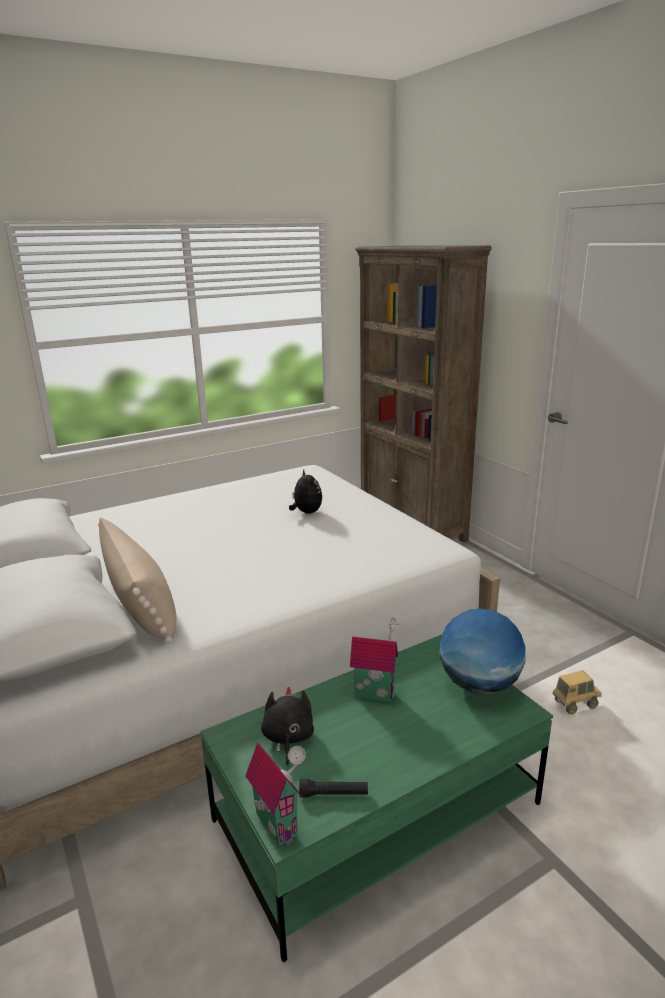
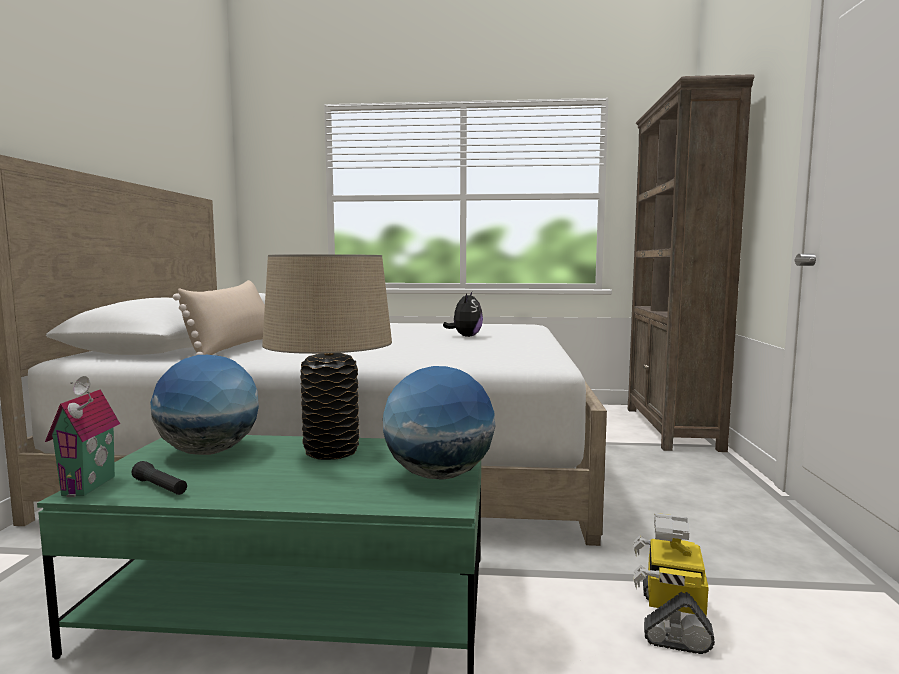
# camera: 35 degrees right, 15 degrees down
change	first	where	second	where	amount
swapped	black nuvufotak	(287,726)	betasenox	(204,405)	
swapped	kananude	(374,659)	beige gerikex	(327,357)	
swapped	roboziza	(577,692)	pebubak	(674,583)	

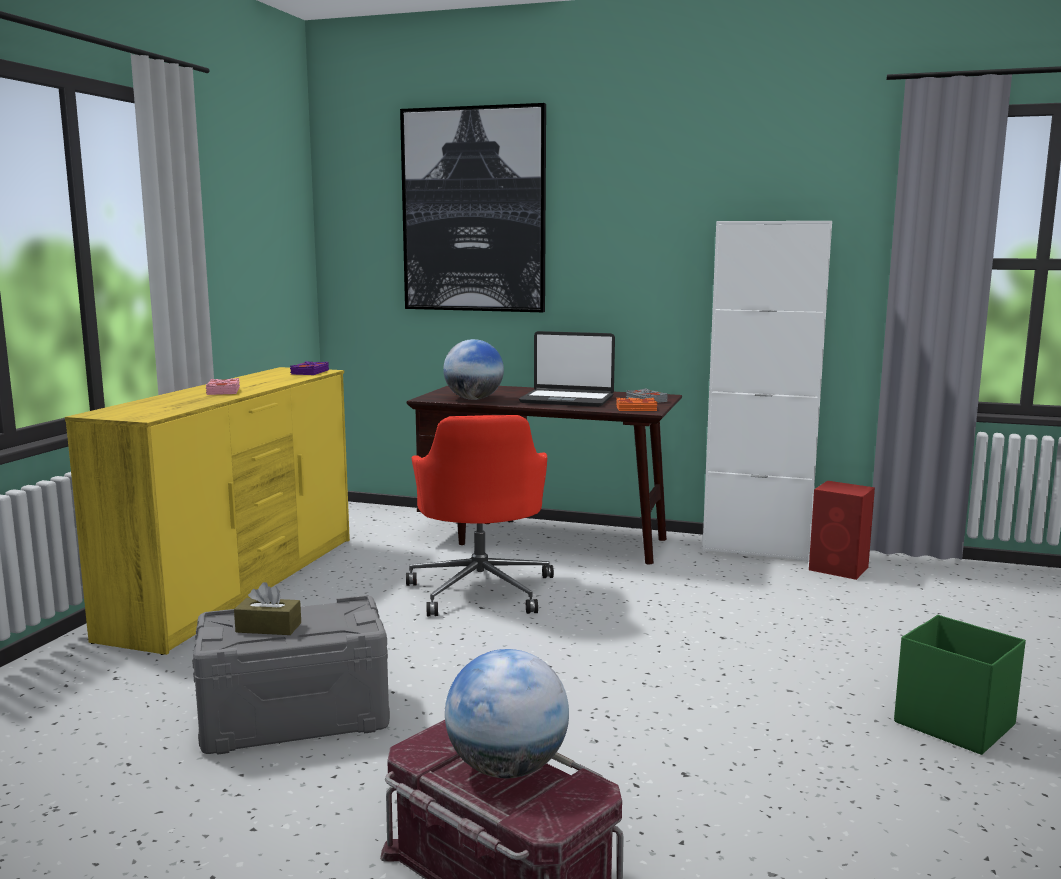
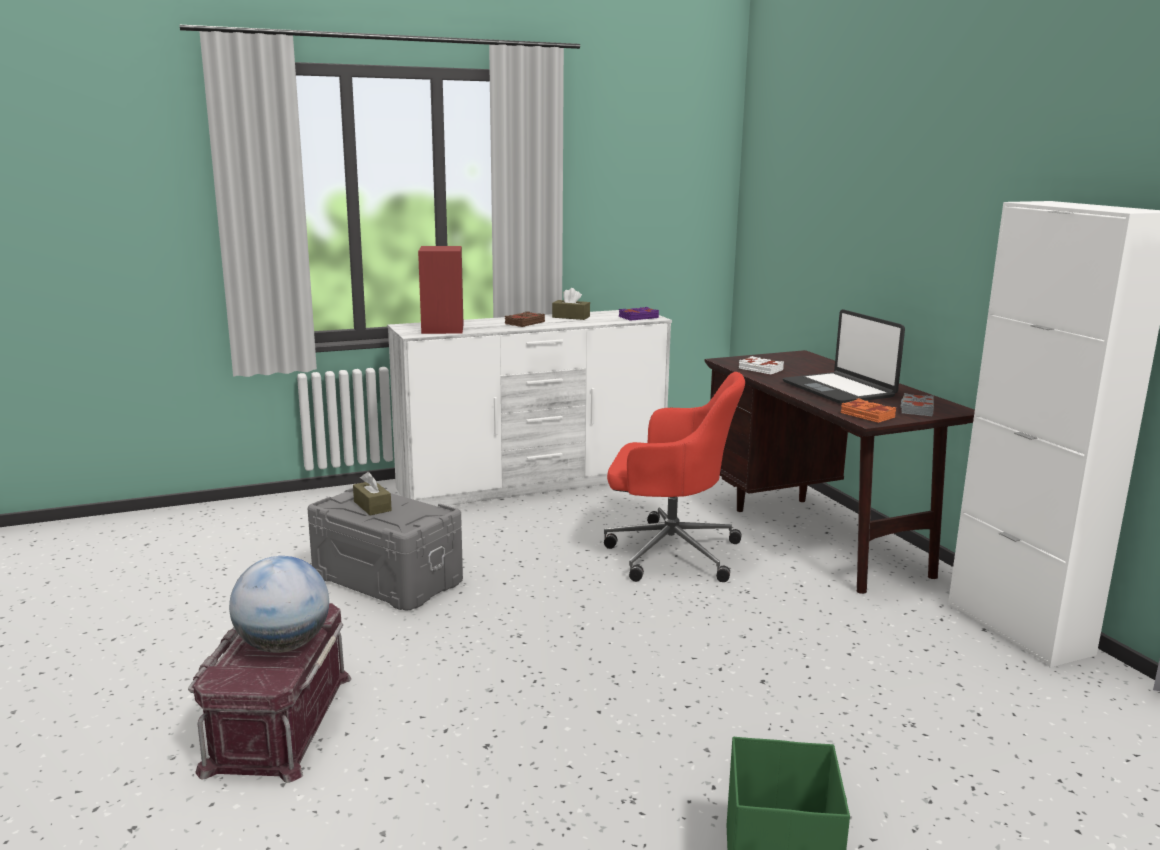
# camera: 50 degrees right, 5 degrees up
change	first	where	second	where	amount
gone	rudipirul	(473,207)			
new			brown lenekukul	(571,304)	
shifted	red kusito	(842,530)		(441,290)	
swapped	betasenox	(473,369)	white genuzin	(761,365)	
repainted	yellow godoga	(207,511)	white godoga	(529,408)	
repainted	pink genuzin	(223,386)	brown genuzin	(525,319)	
rotated	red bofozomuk	(480,515)		(674,477)	120 degrees counterclockwise

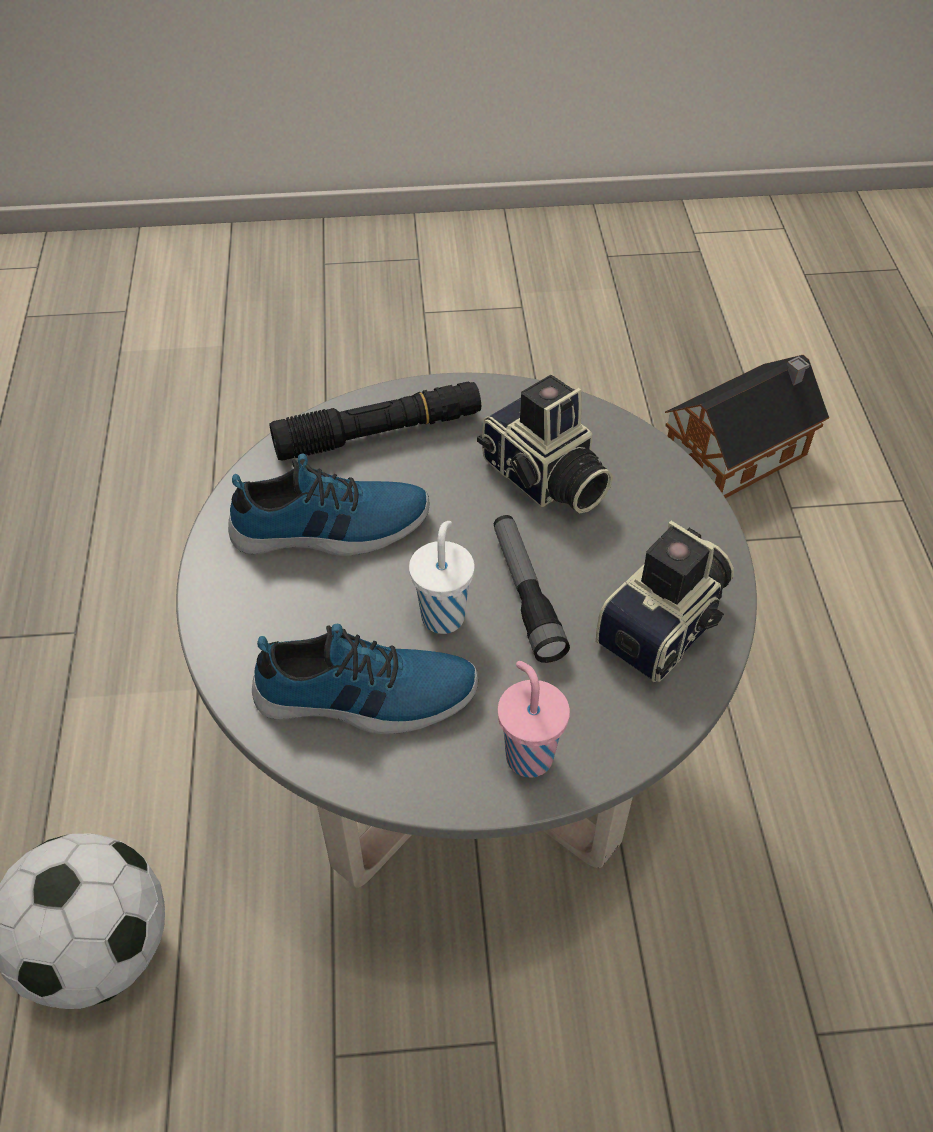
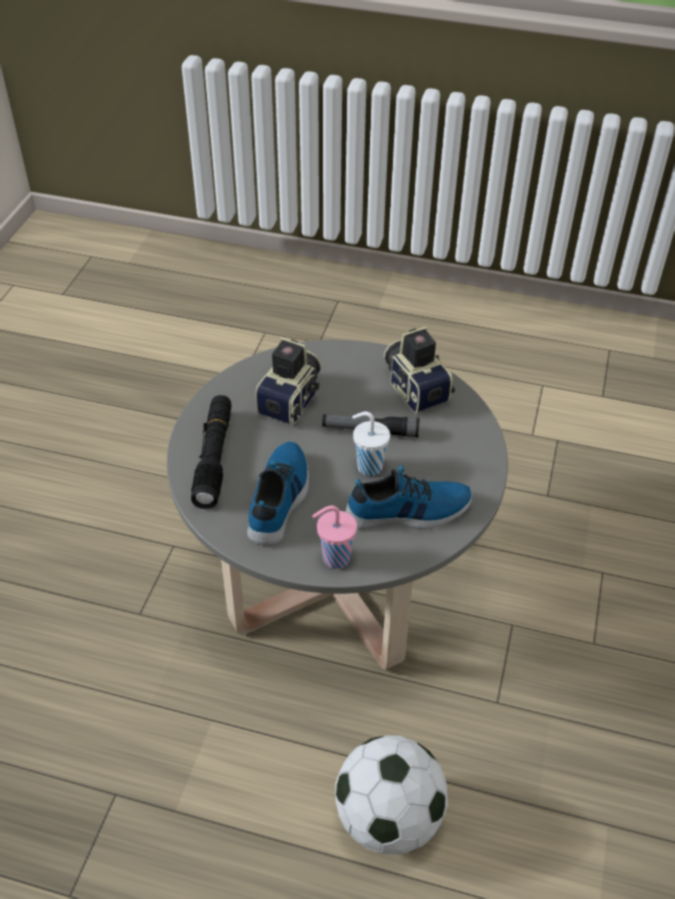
# camera: 70 degrees left, 5 degrees down
change	first	where	second	where	amount
gone	kananude	(747,426)			
shifted	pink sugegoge	(534,719)		(334,537)	
rotated	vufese	(365,679)		(408,497)	60 degrees clockwise
rotated	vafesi	(545,444)		(288,381)	45 degrees counterclockwise

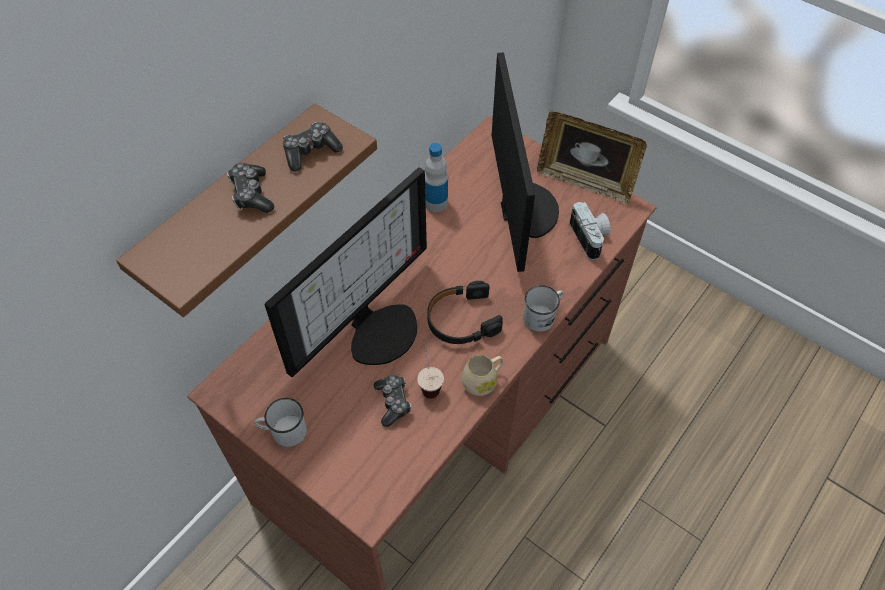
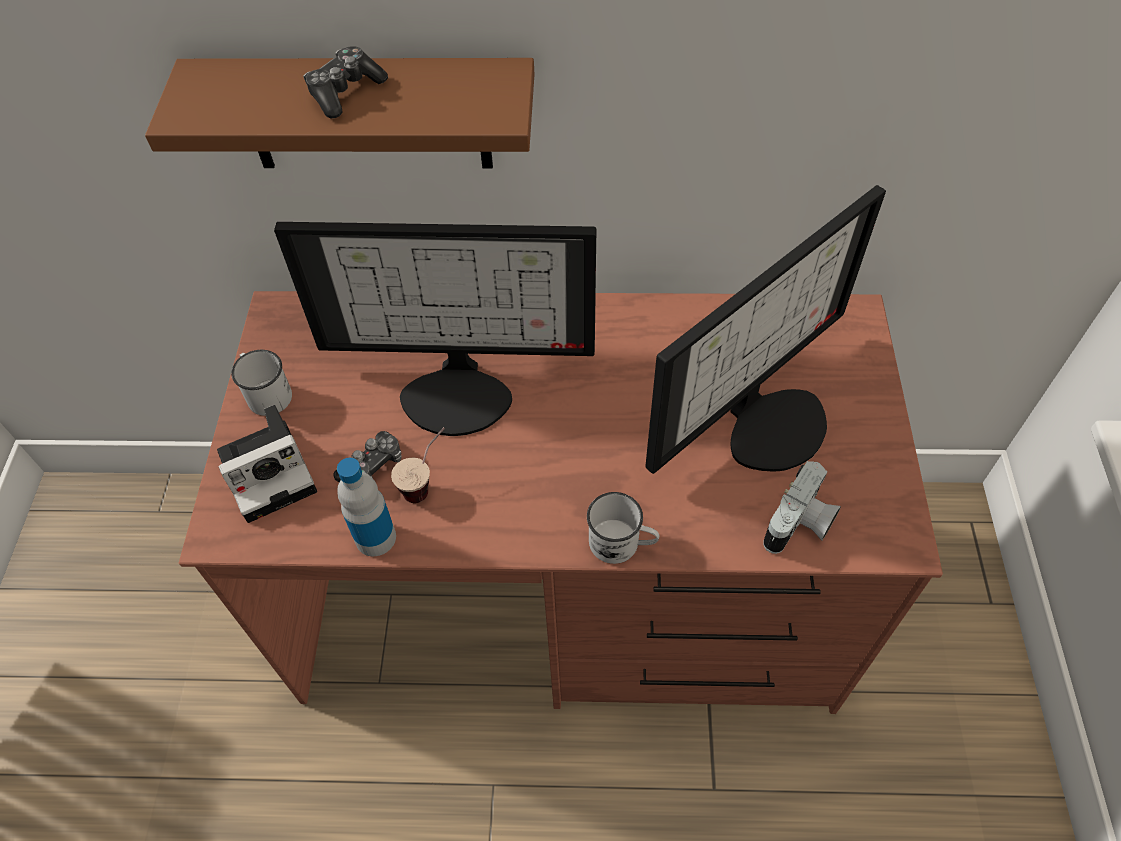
# camera: 55 degrees right, 0 degrees up
change	first	where	second	where	amount
gone	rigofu	(313,147)			
gone	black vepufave	(465,312)			
gone	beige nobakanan	(482,375)			
gone	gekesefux	(592,158)			
new			vafesi	(267,464)	
shifted	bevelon	(436,177)		(366,507)	

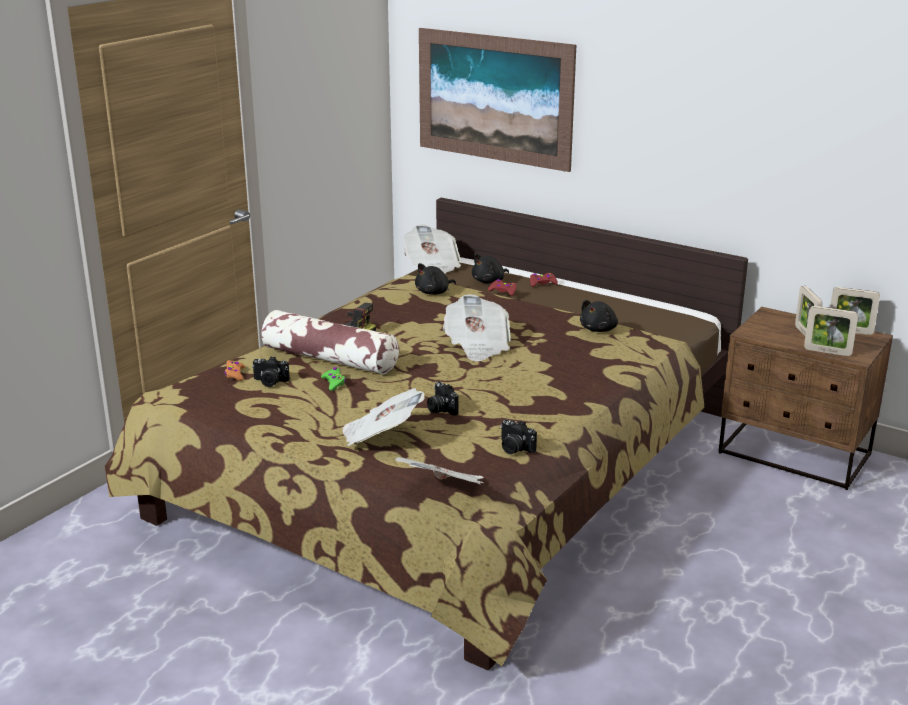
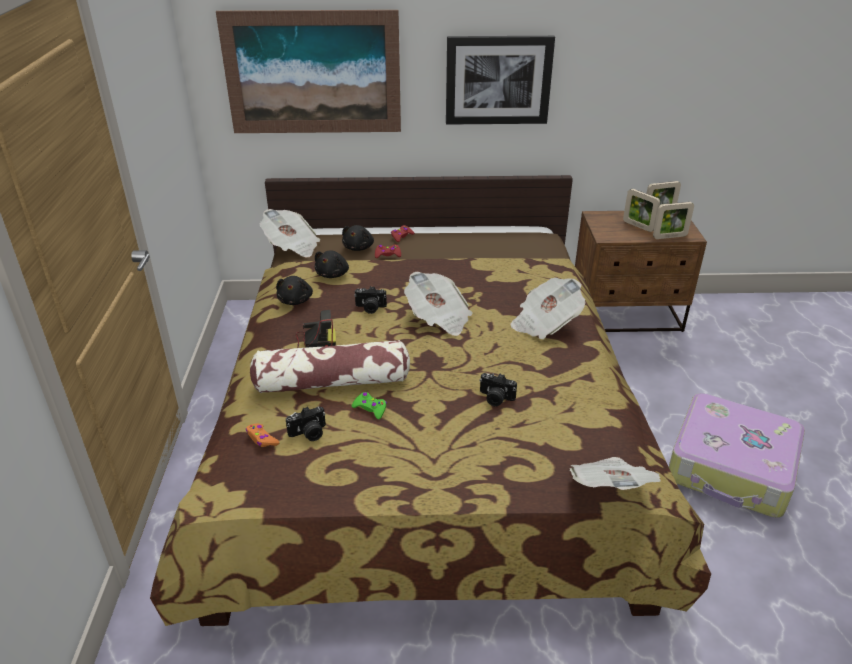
# camera: 35 degrees left, 10 degrees up
change	first	where	second	where	amount
new			rudipirul	(500,80)	
new			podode	(737,455)	
shifted	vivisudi	(383,417)		(547,308)	
shifted	vafesi	(518,436)		(370,300)	
shifted	black nuvufotak	(599,316)		(294,290)	

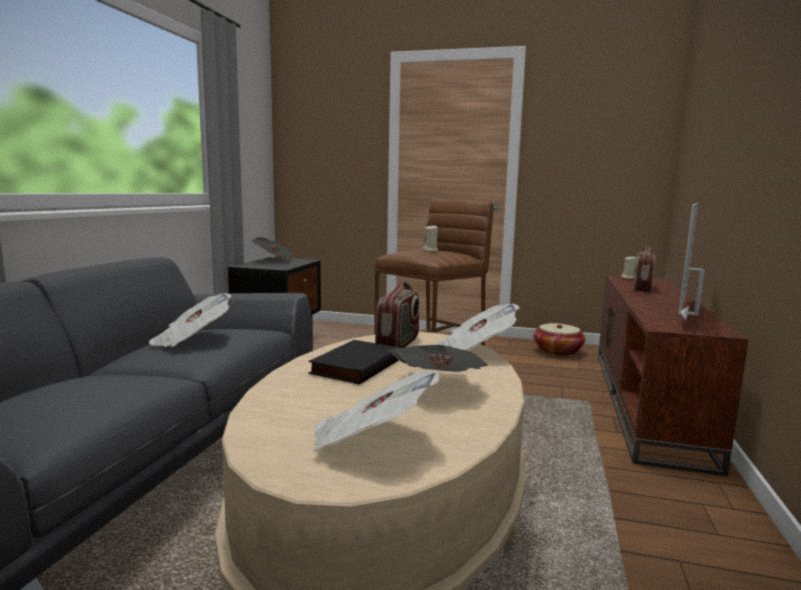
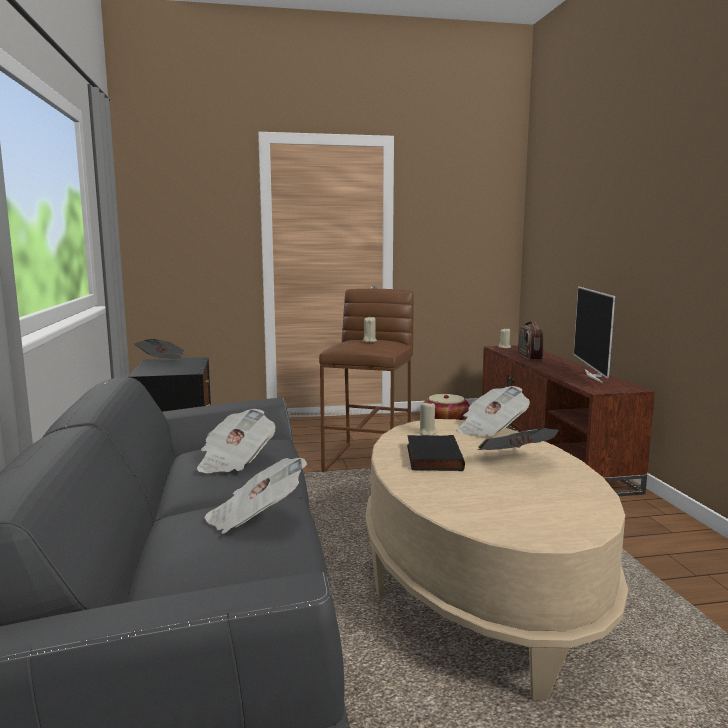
# camera: 25 degrees left, 0 degrees up
change	first	where	second	where	amount
shifted	vivisudi	(376,410)		(256,496)	
swapped	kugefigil	(397,315)	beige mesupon	(427,418)	

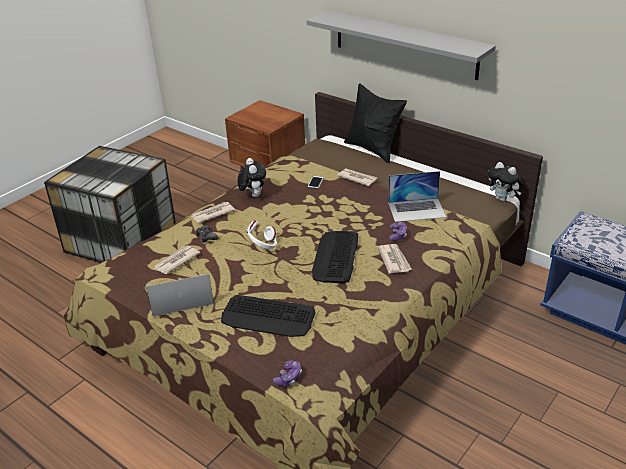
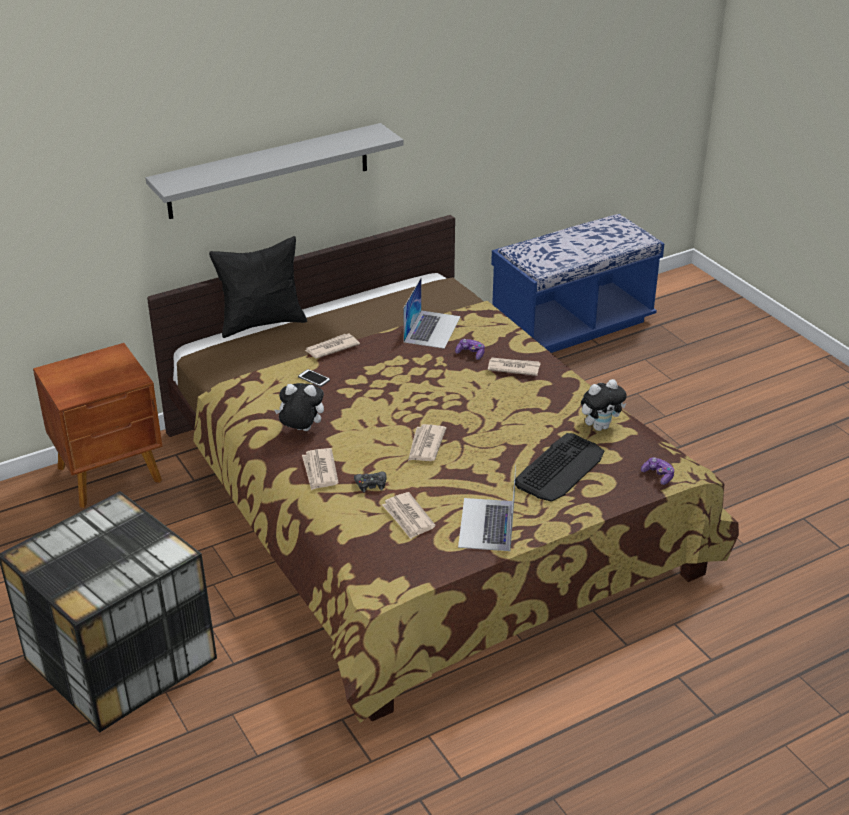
# camera: 70 degrees left, 0 degrees up
change	first	where	second	where	amount
gone	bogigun	(335,257)			
shifted	nuvufotak	(505,182)		(604,405)	
swapped	white vepufave	(261,234)	vivisudi	(427,442)	

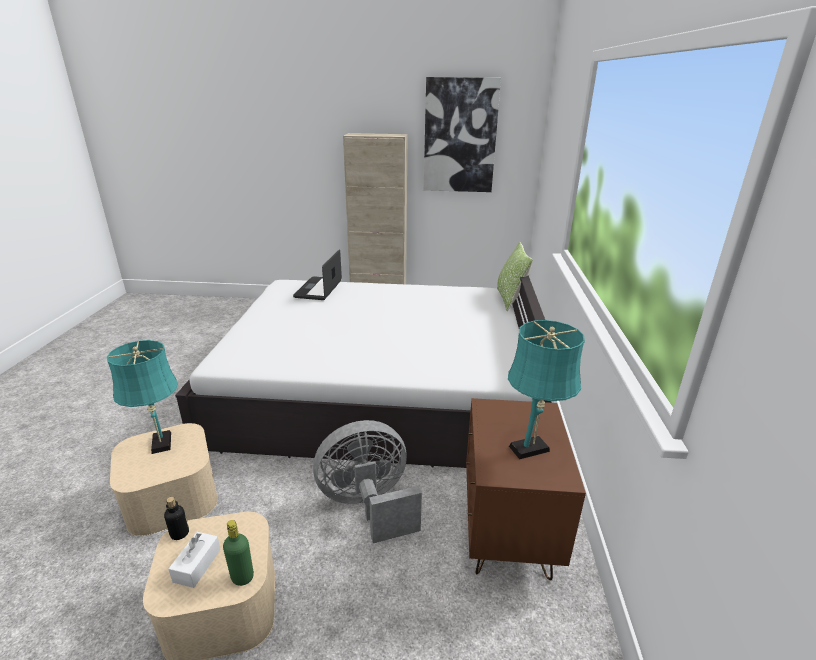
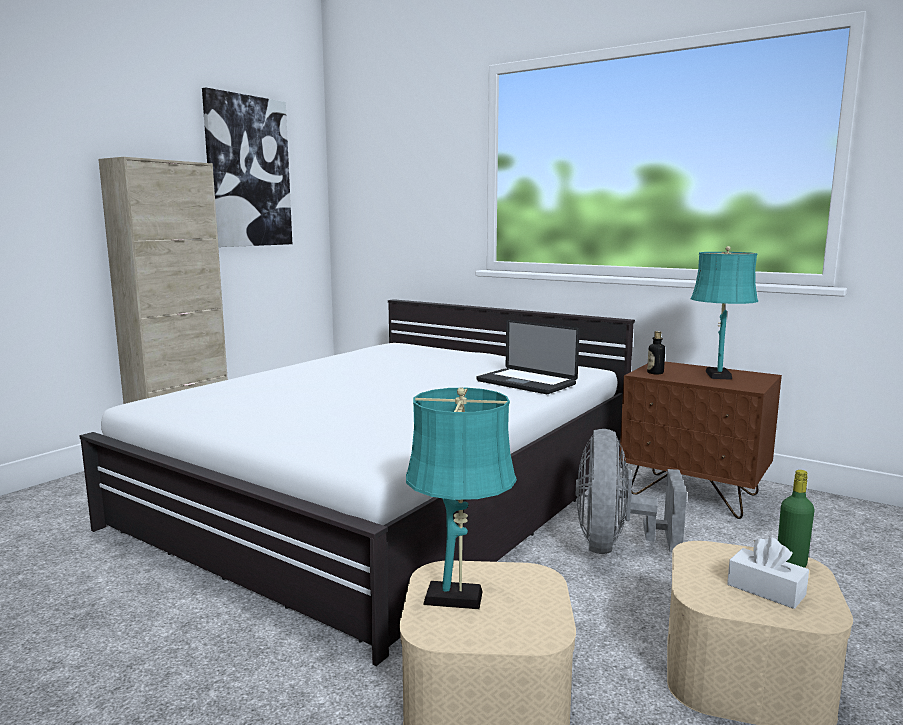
# camera: 60 degrees left, 15 degrees down
change	first	where	second	where	amount
gone	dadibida	(515,276)			
shifted	bevelon	(176,518)		(656,352)	
shifted	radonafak	(317,274)		(528,357)	

